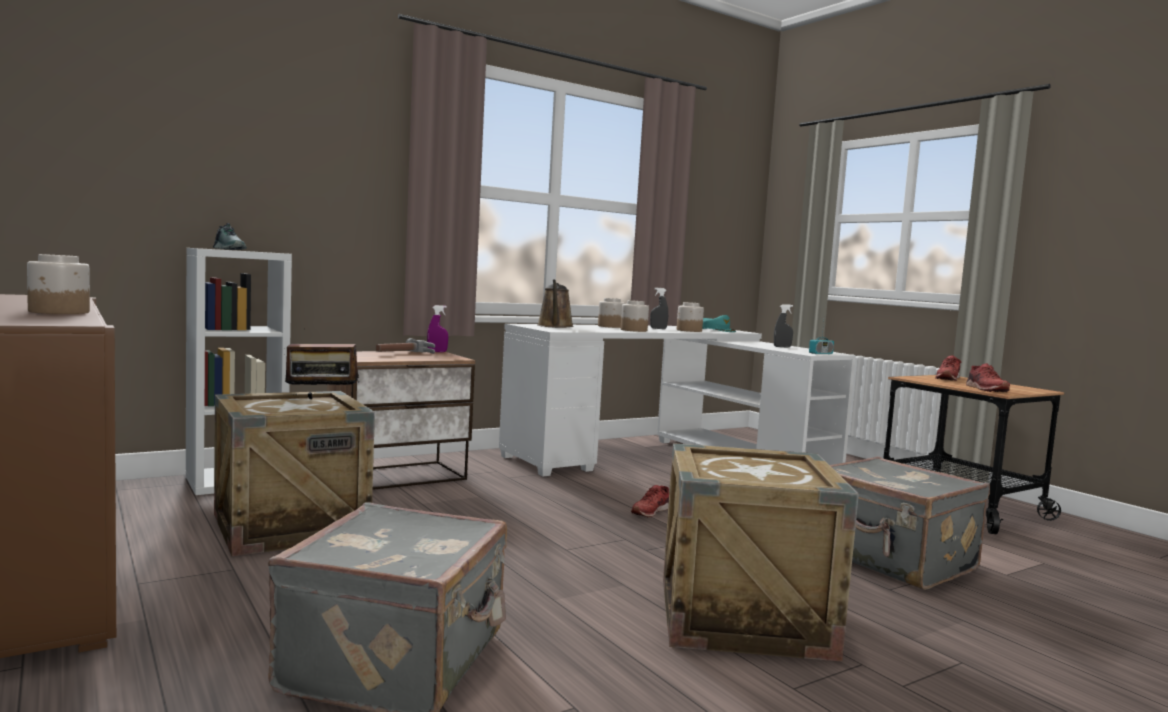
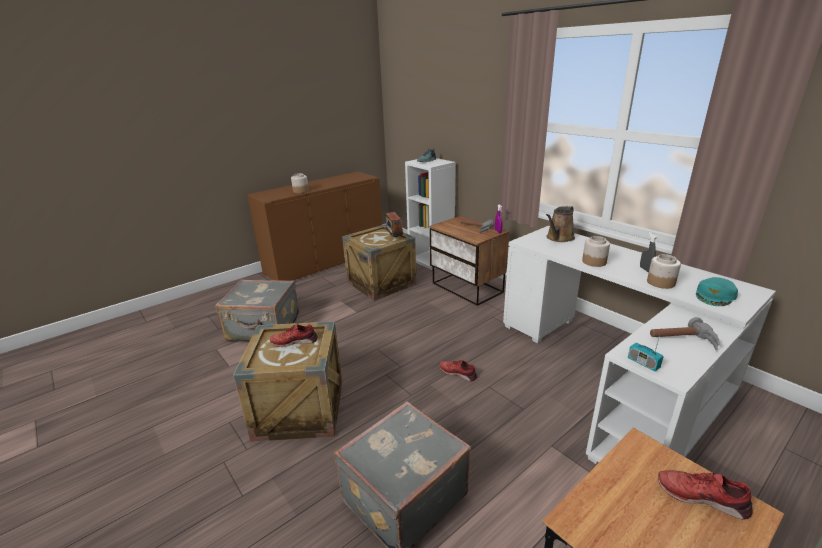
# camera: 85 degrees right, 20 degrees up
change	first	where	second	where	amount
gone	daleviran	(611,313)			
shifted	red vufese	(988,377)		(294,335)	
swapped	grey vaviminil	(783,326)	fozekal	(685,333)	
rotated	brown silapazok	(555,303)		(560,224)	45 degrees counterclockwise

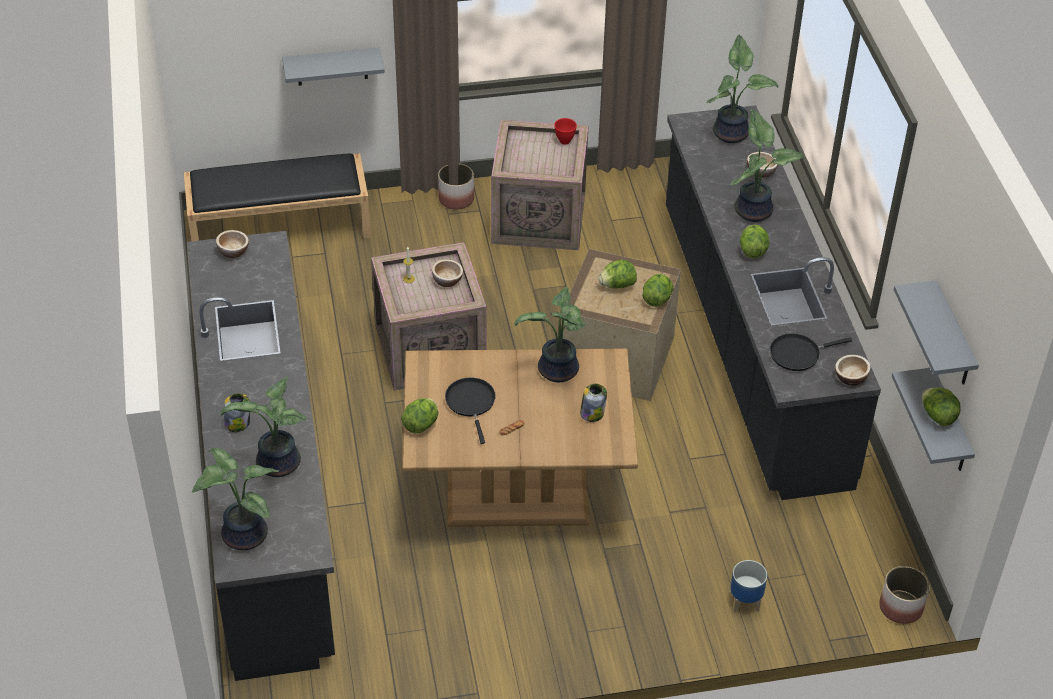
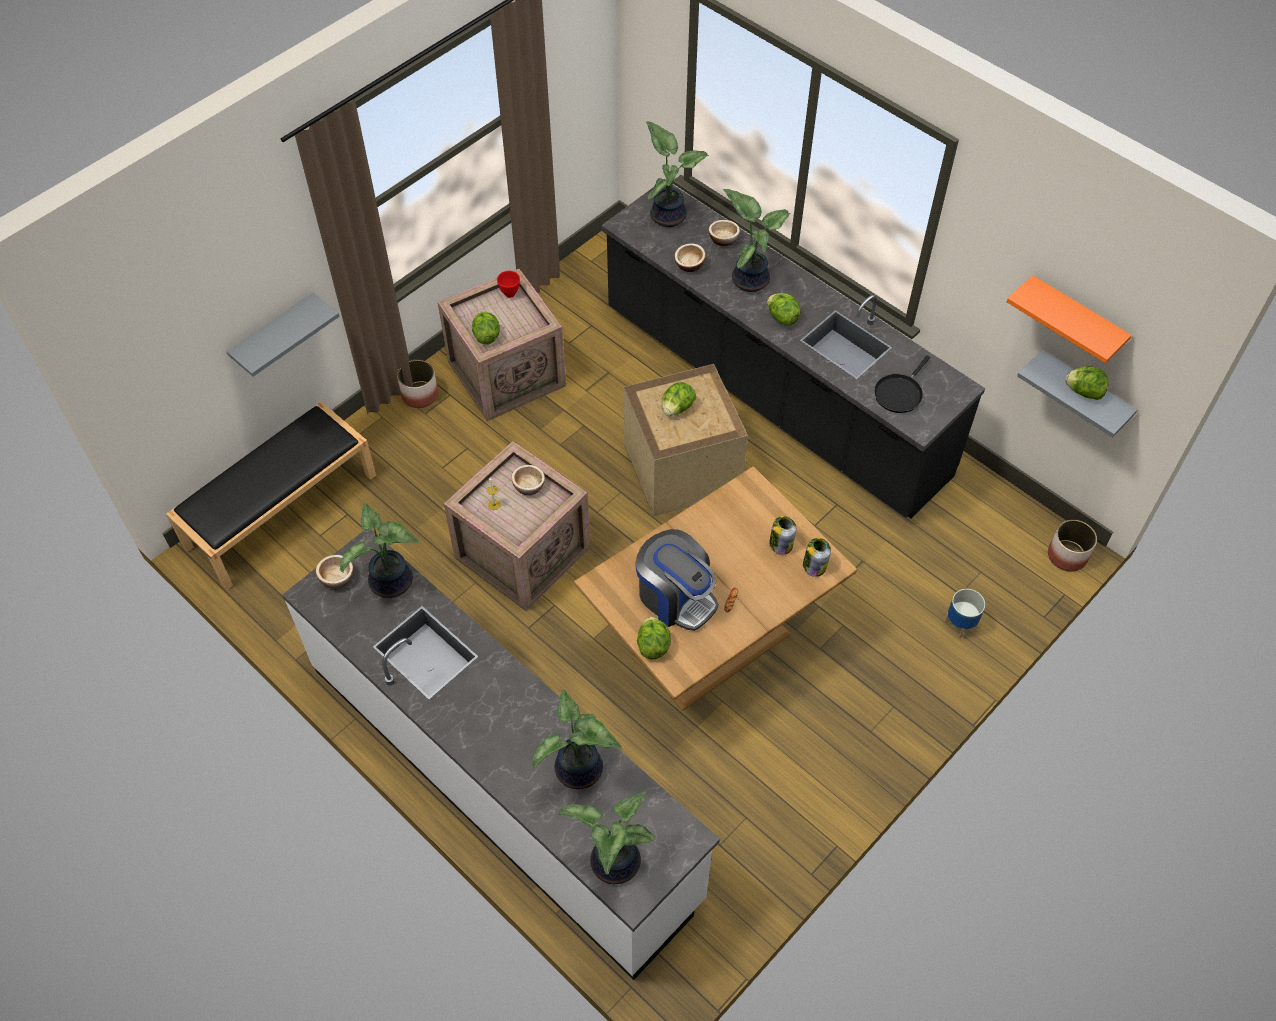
# camera: 35 degrees left, 10 degrees up
change	first	where	second	where	amount
shifted	daleviran	(237,412)		(817,557)	
shifted	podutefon	(550,334)		(379,550)	
shifted	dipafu	(657,290)		(486,328)	
shifted	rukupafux	(853,370)		(689,257)	
swapped	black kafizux	(470,410)	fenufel	(677,580)	
repainted	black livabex	(261,456)	white livabex	(501,754)	
repainted	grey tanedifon	(936,332)	orange tanedifon	(1069,319)	

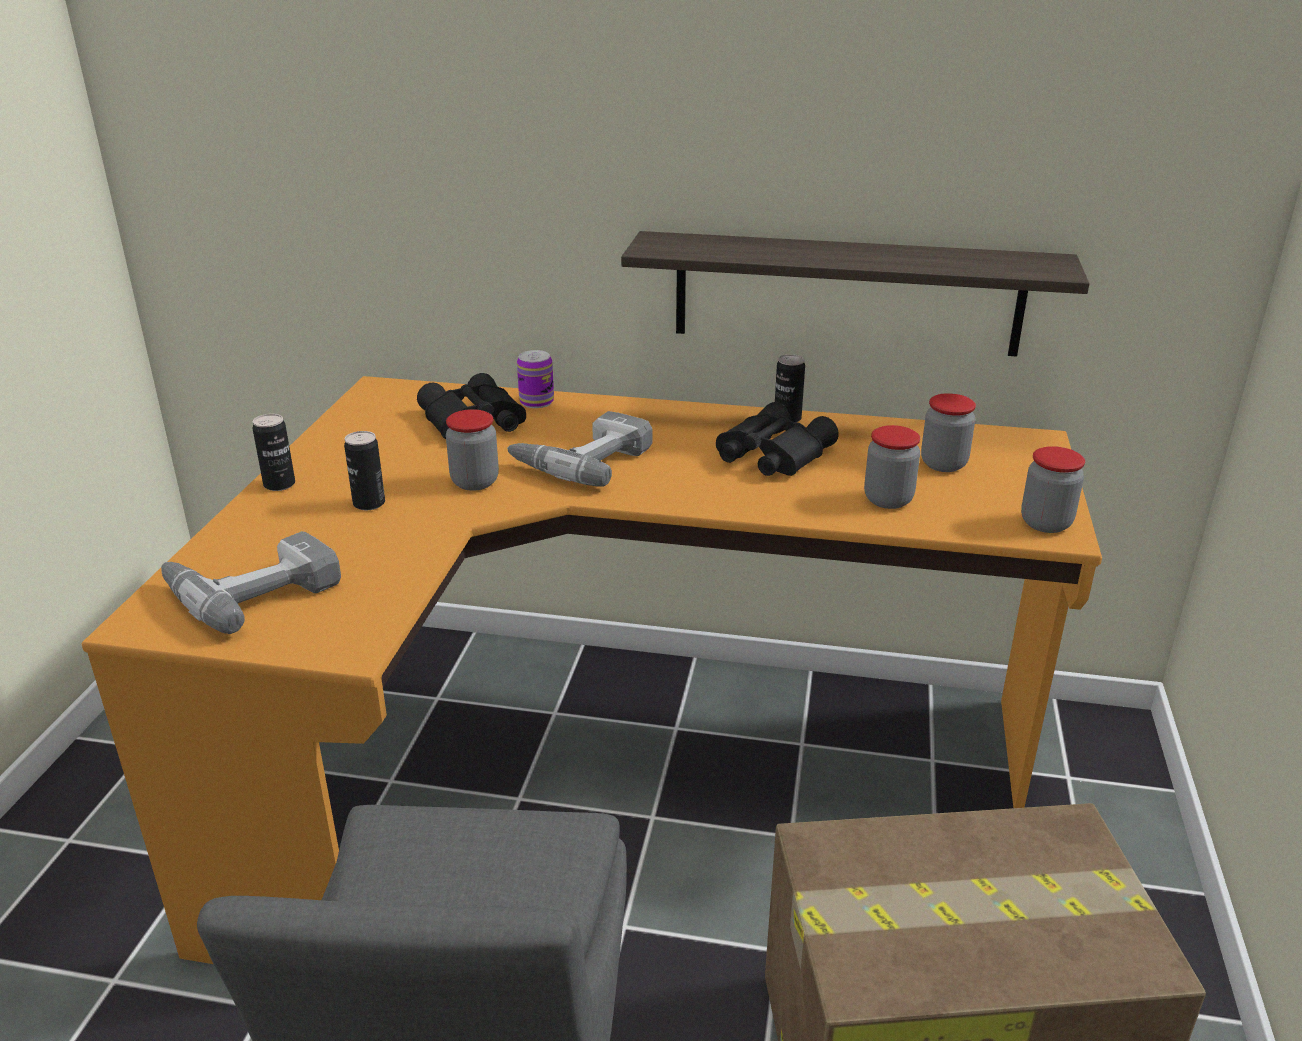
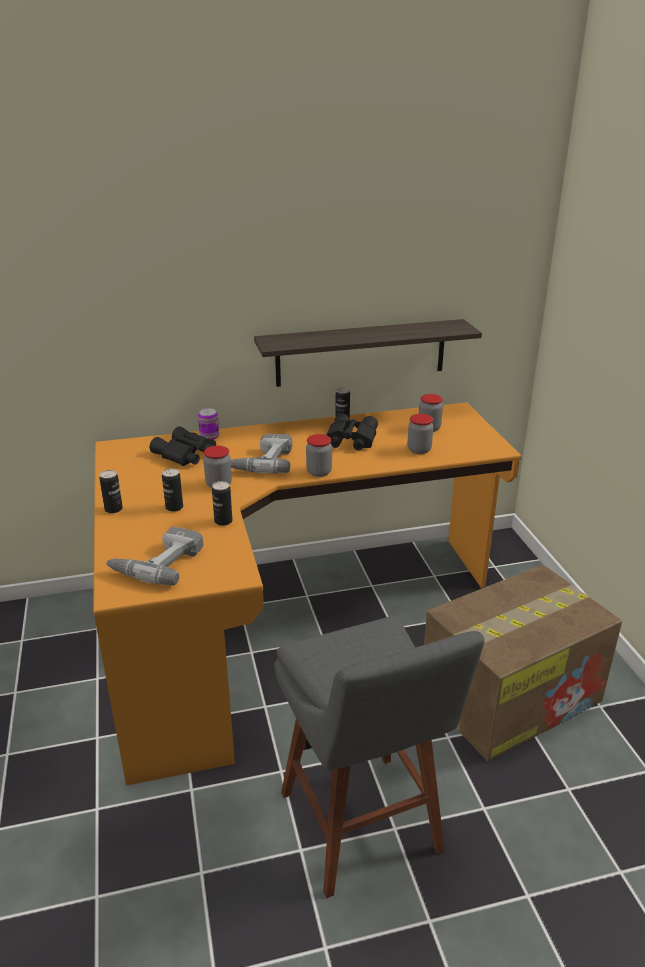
# camera: 25 degrees left, 0 degrees up
change	first	where	second	where	amount
new			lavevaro	(222,503)	
shifted	daleviran	(1053,489)		(319,455)	

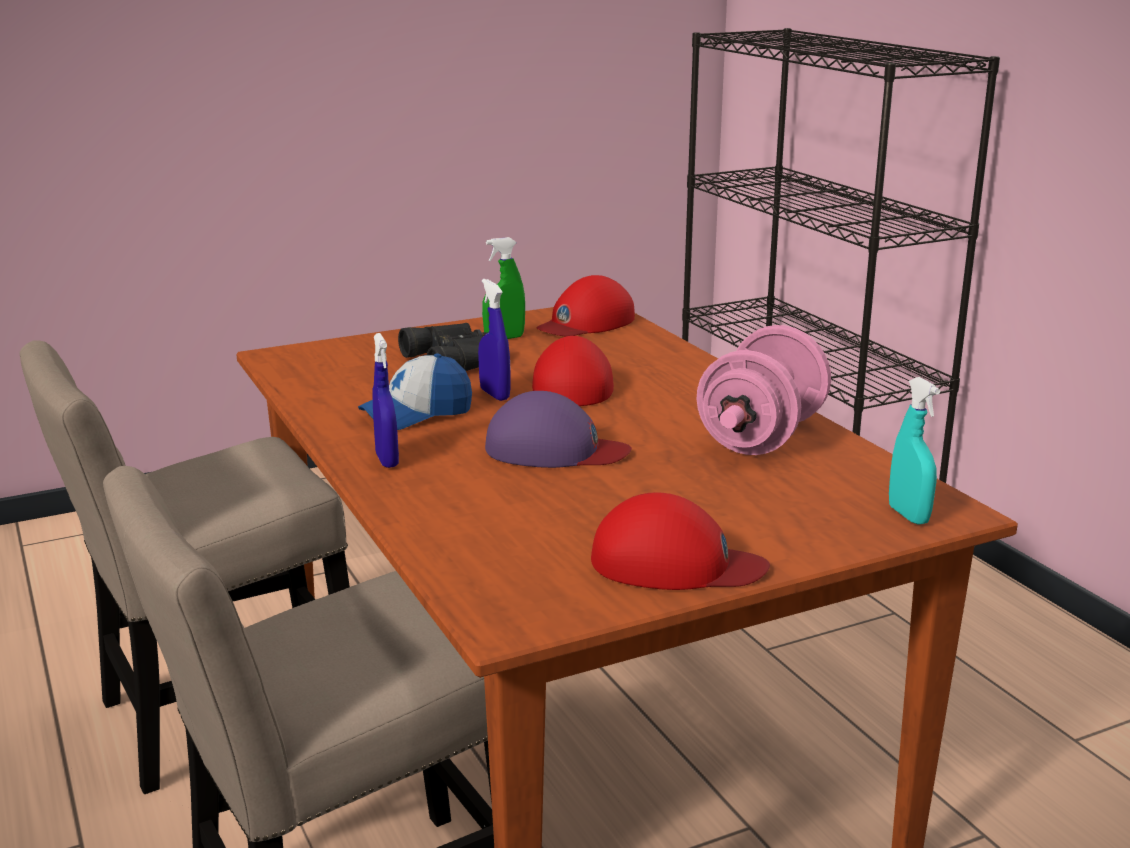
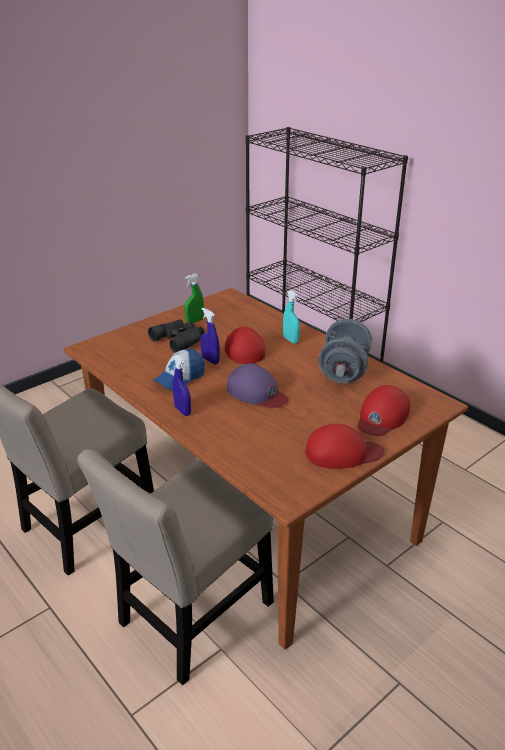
# camera: 15 degrees left, 10 degrees up
change	first	where	second	where	amount
shifted	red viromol	(586,305)		(383,410)	
shifted	turquoise vaviminil	(914,451)		(291,316)	
repainted	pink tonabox	(764,390)	grey tonabox	(345,351)	
rotated	purple viromol	(558,429)		(257,385)	45 degrees clockwise

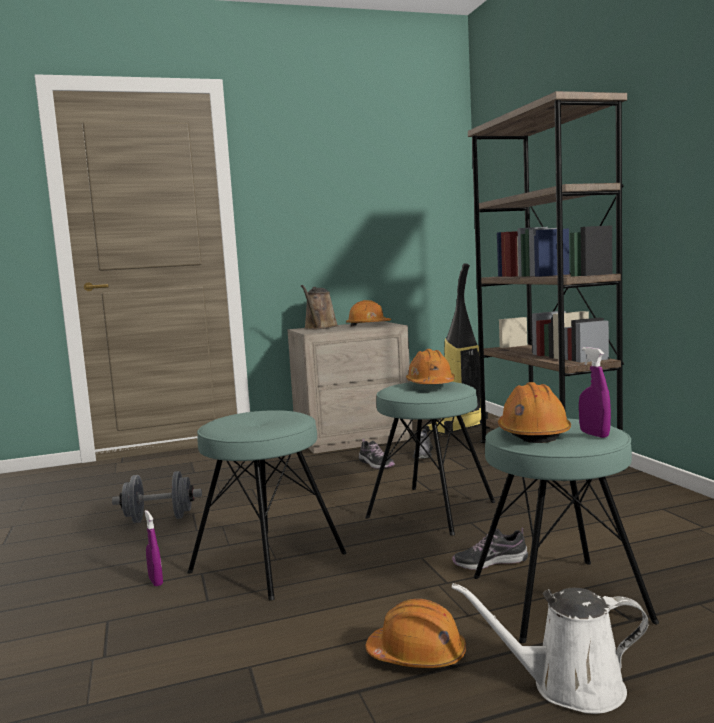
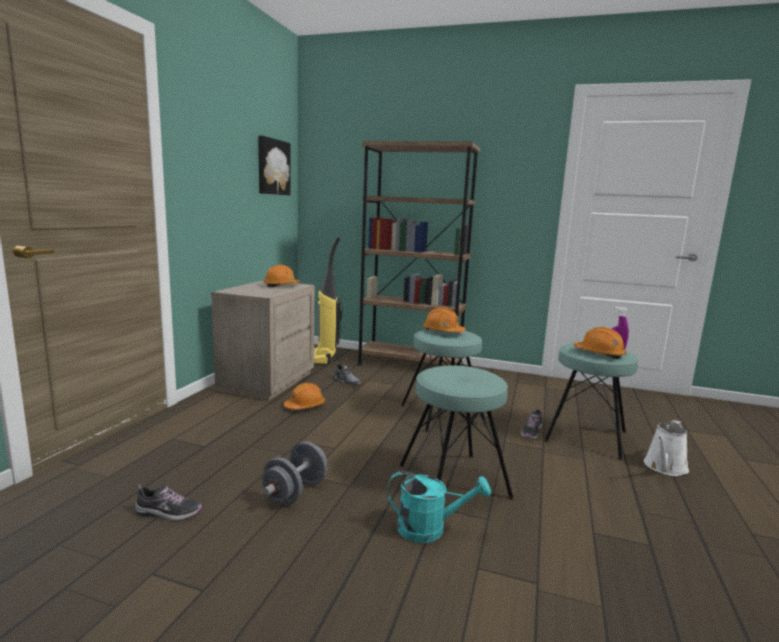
# camera: 55 degrees left, 5 degrees up
change	first	where	second	where	amount
gone	brown silapazok	(319,307)			
new			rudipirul	(274,165)	
shifted	vufese	(377,454)		(168,502)	
shifted	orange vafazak	(415,633)		(304,396)	
swapped	purple vaviminil	(153,548)	turquoise silapazok	(439,507)	

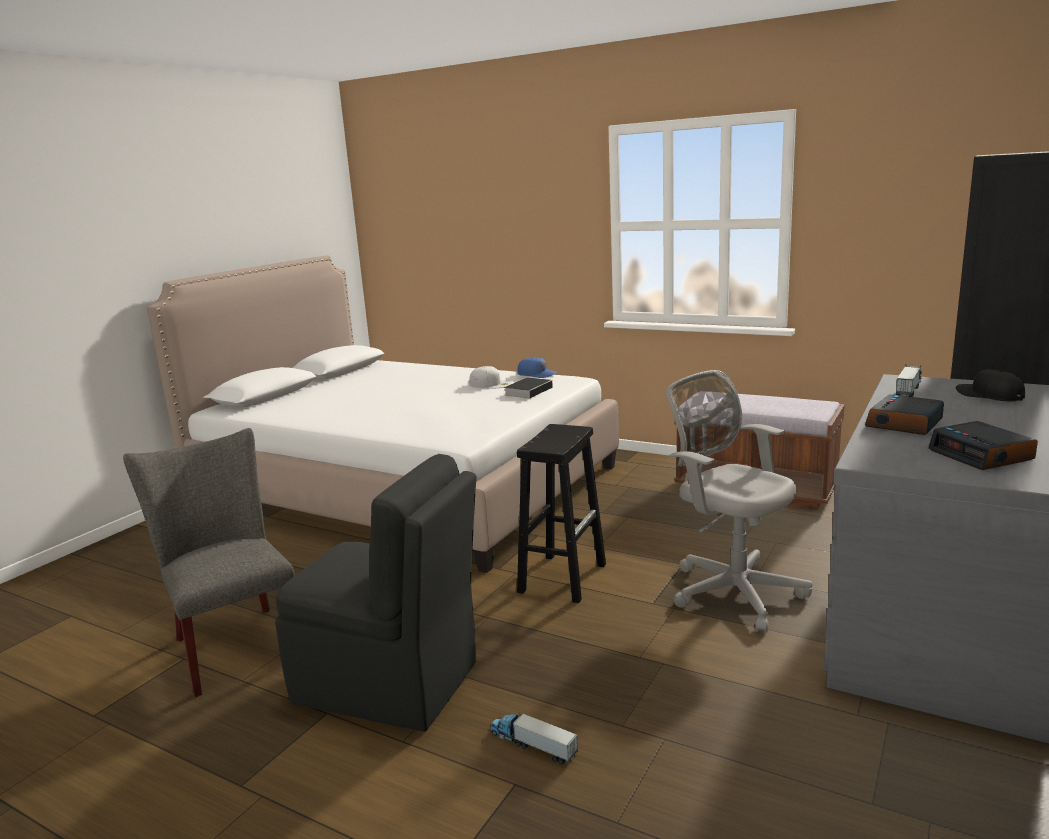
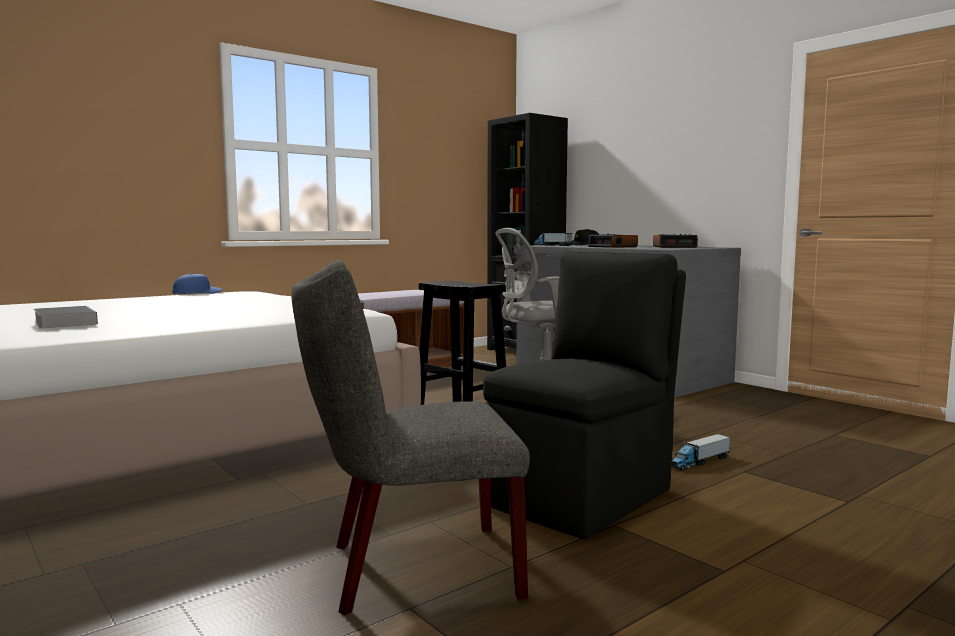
# camera: 70 degrees left, 10 degrees down
change	first	where	second	where	amount
gone	white viromol	(490,377)			
shifted	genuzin	(528,388)		(66,317)	

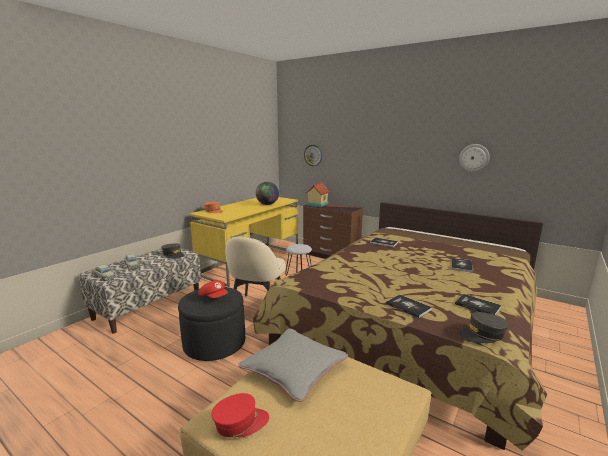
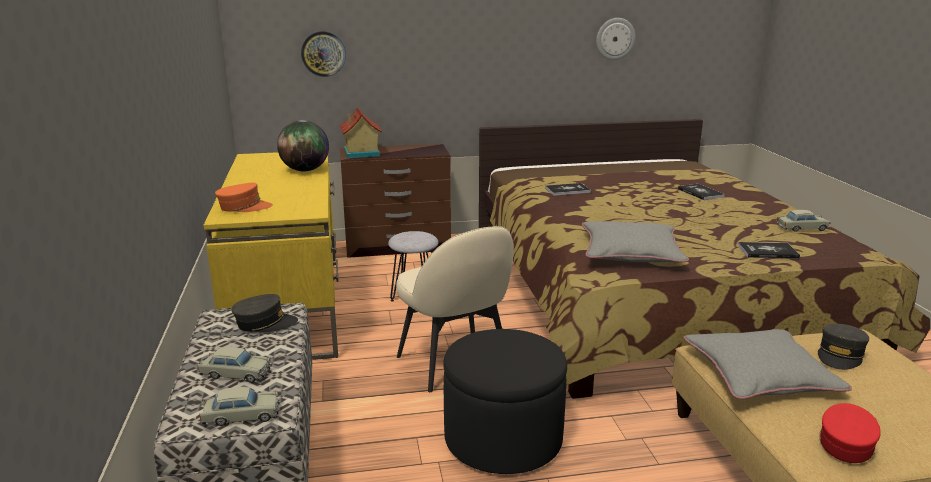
# camera: 45 degrees left, 5 degrees up
change	first	where	second	where	amount
gone	red viromol	(213,289)			
new			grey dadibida	(635,241)	
shifted	grey viromol	(484,327)		(843,347)	
swapped	genuzin	(478,304)	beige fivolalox	(804,221)	

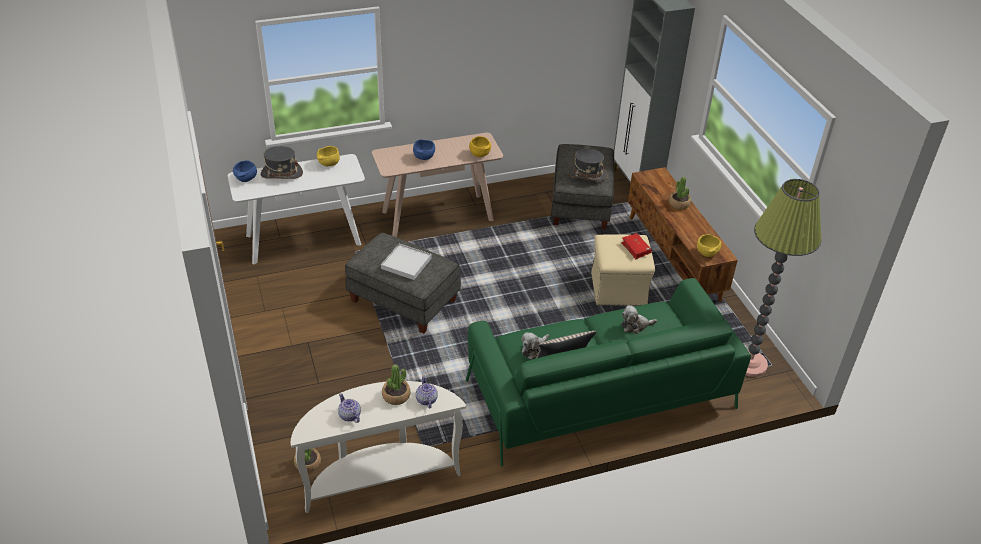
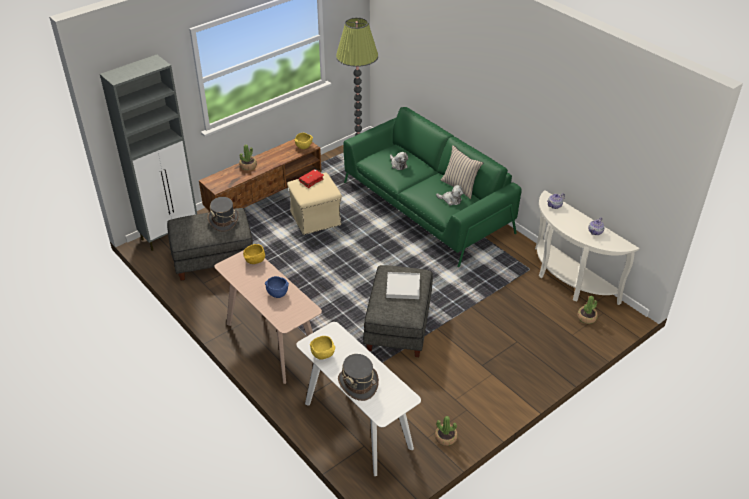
# camera: 110 degrees left, 0 degrees up
change	first	where	second	where	amount
gone	blue rukupafux	(245,171)			
shifted	podutefon	(396,384)		(446,431)	

